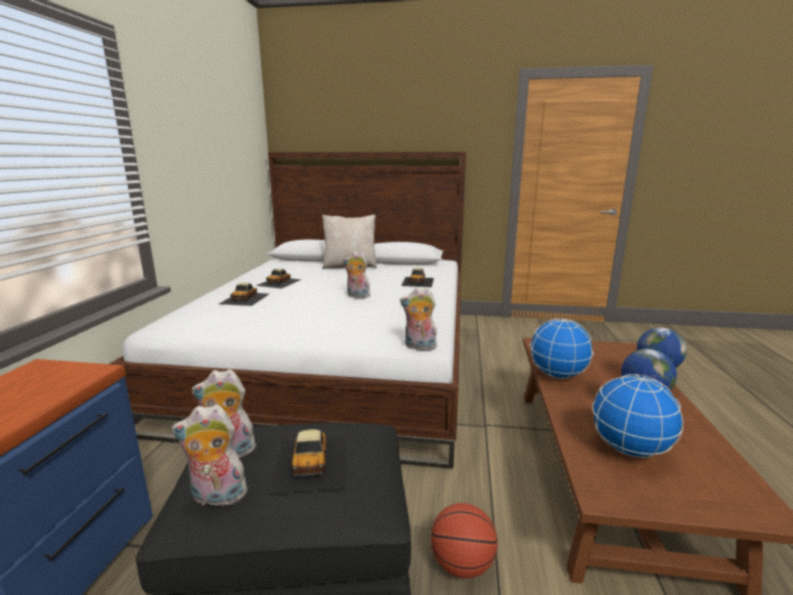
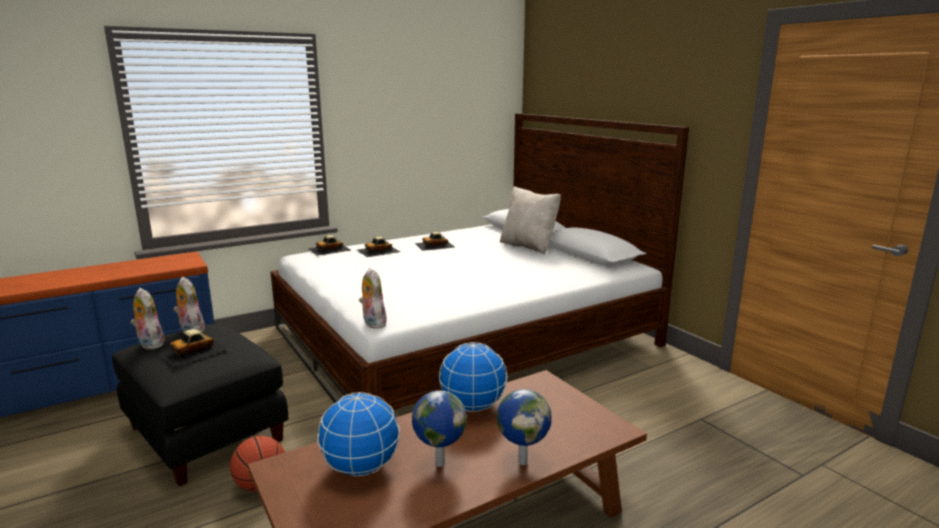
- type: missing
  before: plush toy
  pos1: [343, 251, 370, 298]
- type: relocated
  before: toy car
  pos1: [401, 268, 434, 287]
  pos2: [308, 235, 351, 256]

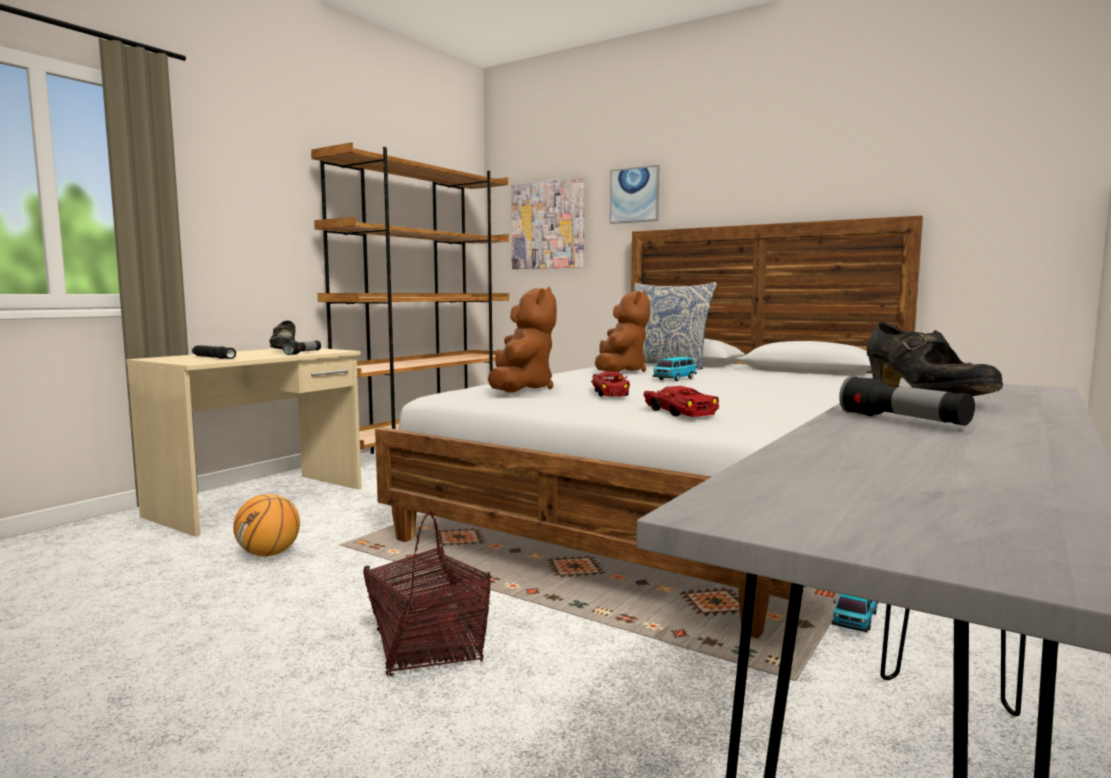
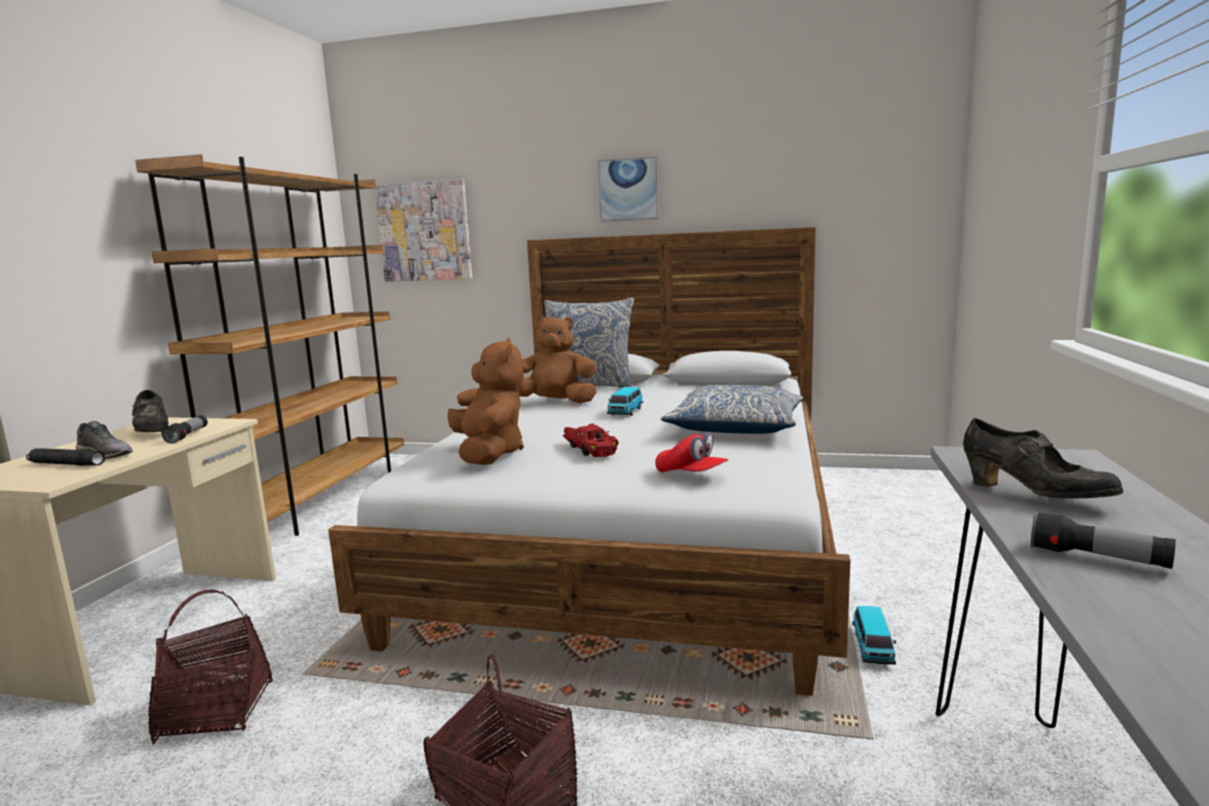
- type: relocated
  before: picture
  pos1: [610, 165, 660, 224]
  pos2: [598, 156, 659, 222]
- type: spun
  before: plush toy (brown)
  pos1: [595, 290, 650, 372]
  pos2: [518, 315, 597, 403]
  turn: -75
- type: exchanged
  before: toy car (red)
  after: cap (red)
  pos1: [643, 386, 719, 417]
  pos2: [655, 432, 728, 473]
- type: exchanged
  before: basketball
  after: basket
  pos1: [233, 494, 300, 557]
  pos2: [148, 590, 273, 744]
- type: appeared
  after: pillow
  pos2: [661, 385, 804, 434]
- type: appeared
  after: shoe (grey)
  pos2: [76, 421, 133, 459]

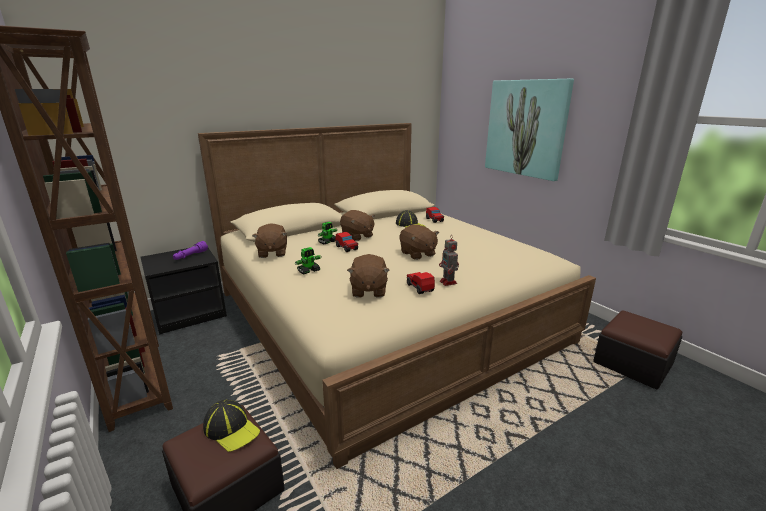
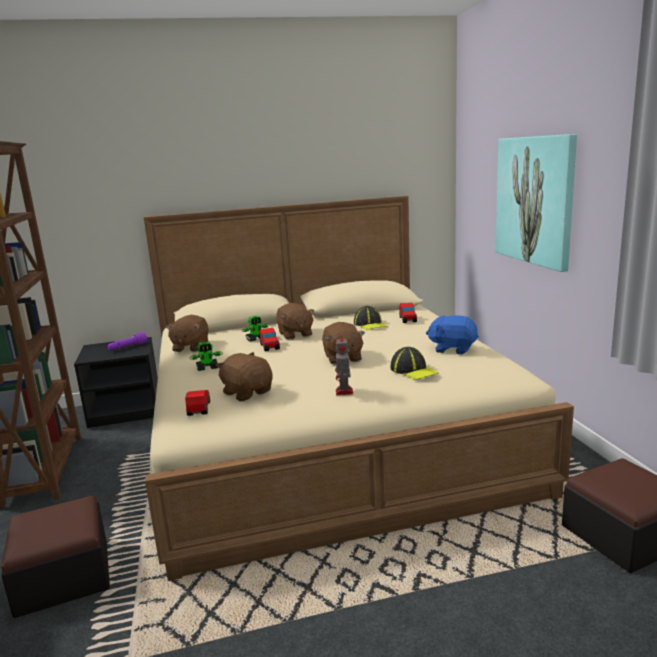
- type: spun
  before: plush toy (brown)
  pos1: [347, 254, 390, 298]
  pos2: [216, 352, 273, 402]
  turn: 120
- type: relocated
  before: toy car
  pos1: [407, 272, 435, 294]
  pos2: [185, 390, 210, 416]
- type: relocated
  before: cap
  pos1: [203, 399, 260, 452]
  pos2: [390, 347, 439, 380]
- type: appeared
  after: plush toy (blue)
  pos2: [426, 315, 479, 354]

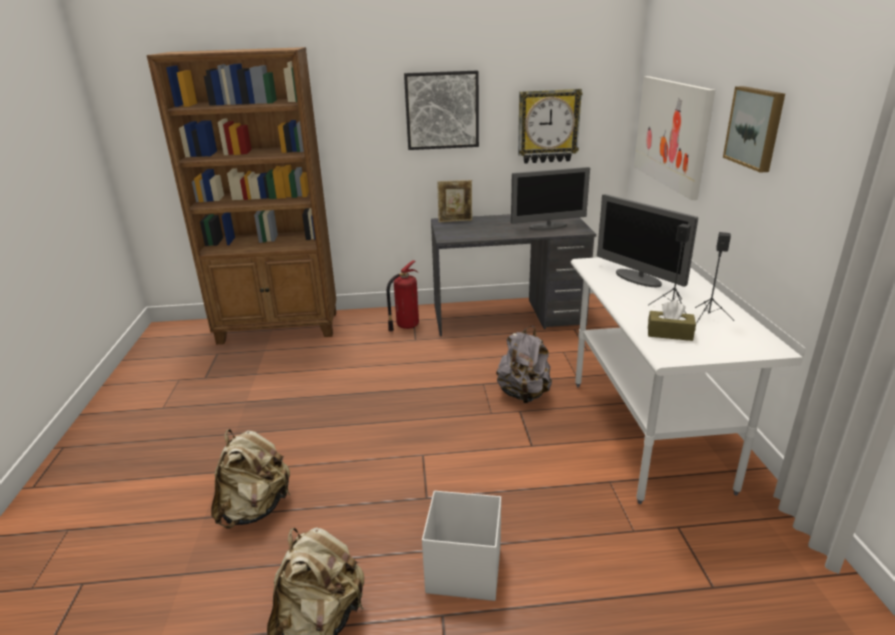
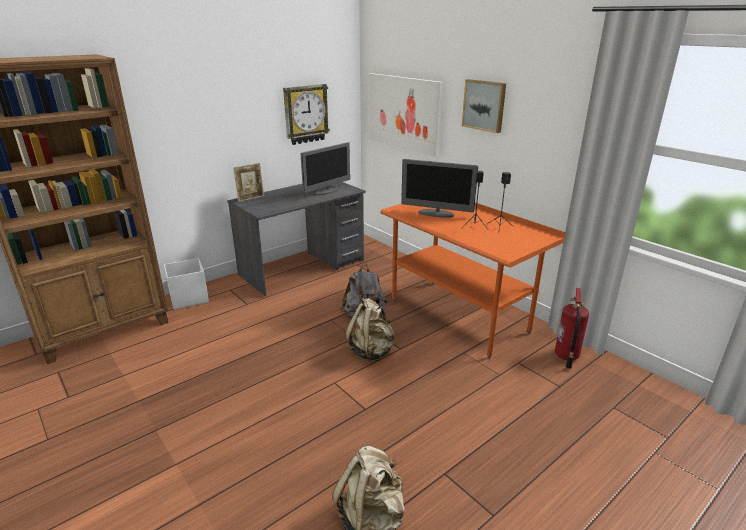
- type: missing
  before: picture
  pos1: [404, 70, 479, 150]
- type: colour
  before: desk (white)
  after: desk (orange)
  pos1: [571, 257, 806, 504]
  pos2: [380, 203, 565, 359]
- type: relocated
  before: fire extinguisher
  pos1: [387, 260, 419, 332]
  pos2: [555, 288, 589, 369]
- type: missing
  before: tissue box (brown)
  pos1: [648, 300, 696, 341]
- type: relocated
  before: backpack (beige)
  pos1: [211, 429, 291, 529]
  pos2: [345, 298, 394, 361]
- type: relocated
  before: storage box (white)
  pos1: [422, 491, 501, 601]
  pos2: [164, 258, 209, 310]

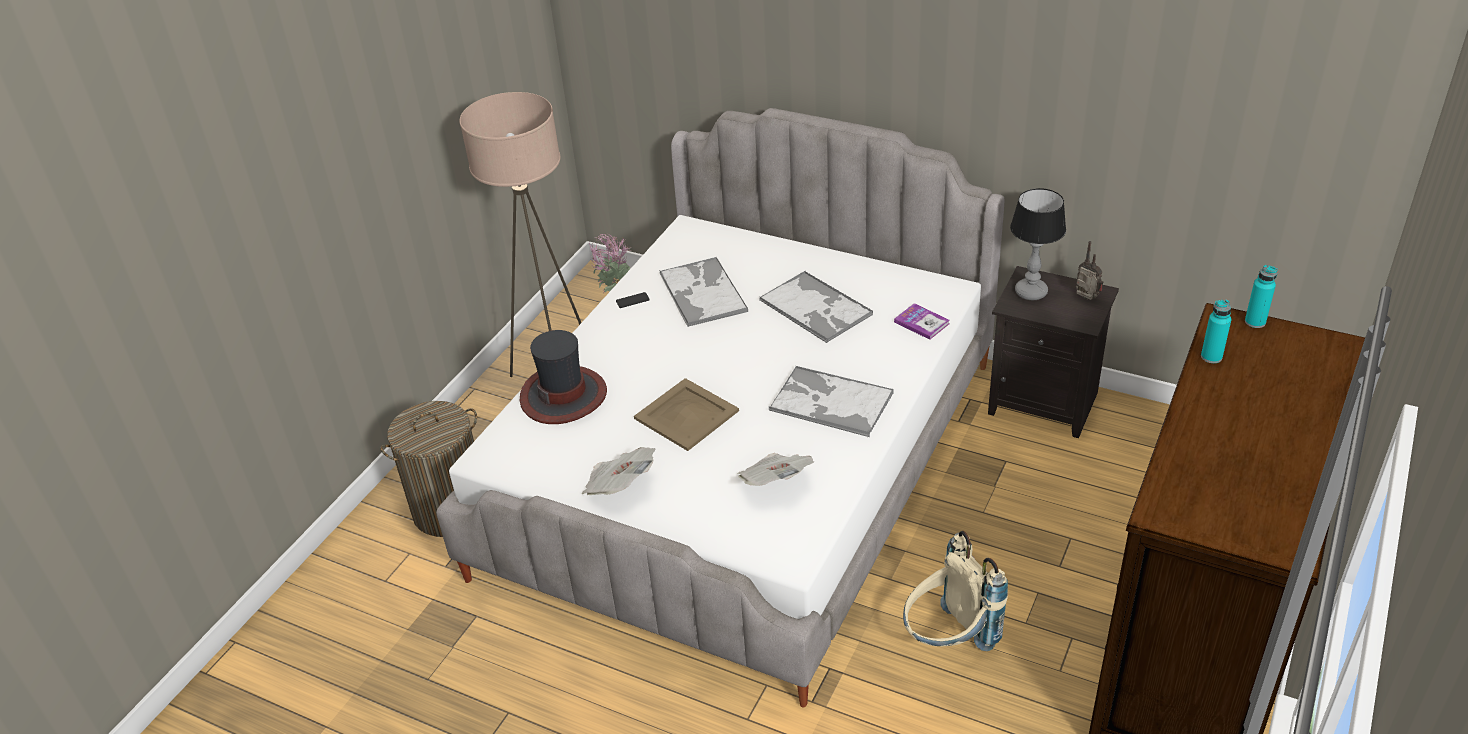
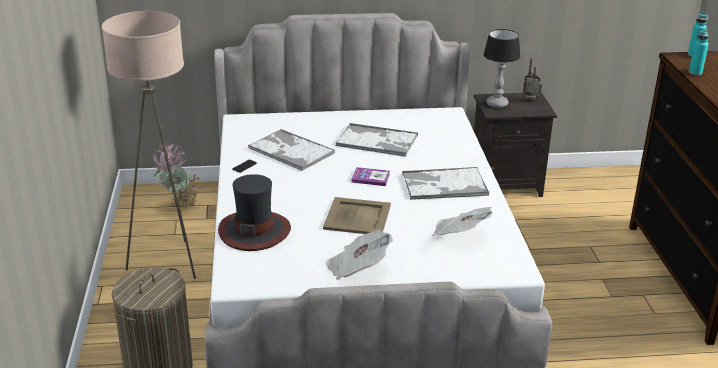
- type: relocated
  before: book
  pos1: [894, 303, 950, 340]
  pos2: [351, 167, 390, 186]
- type: missing
  before: backpack (beige)
  pos1: [903, 531, 1008, 651]

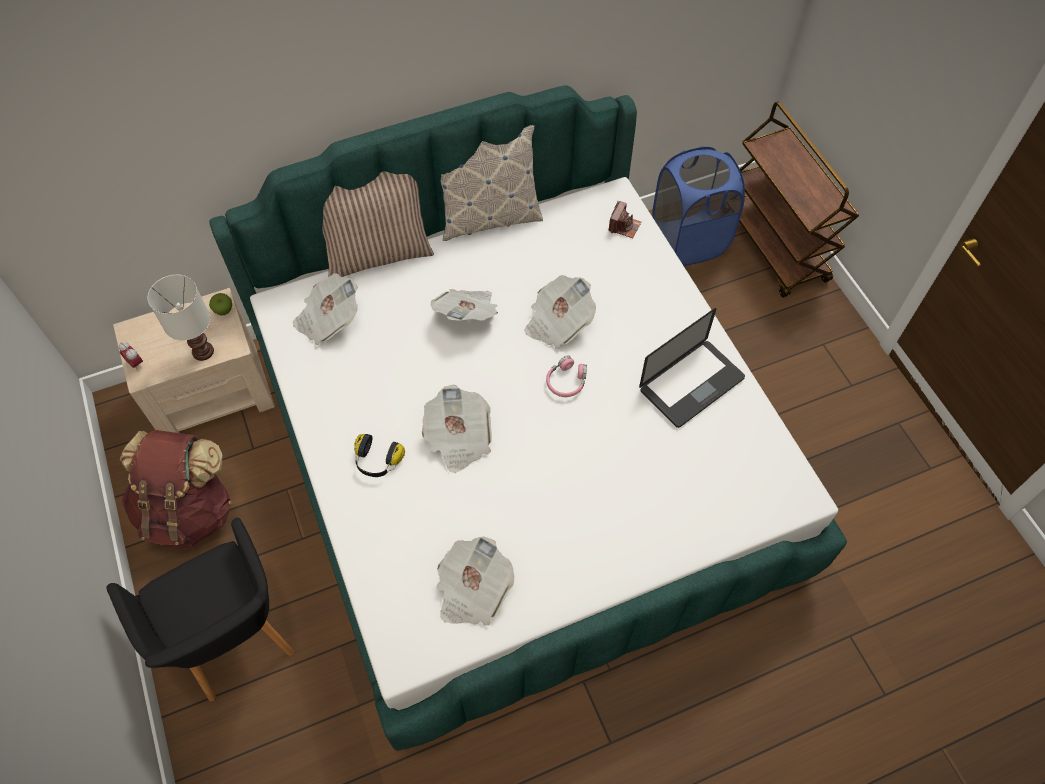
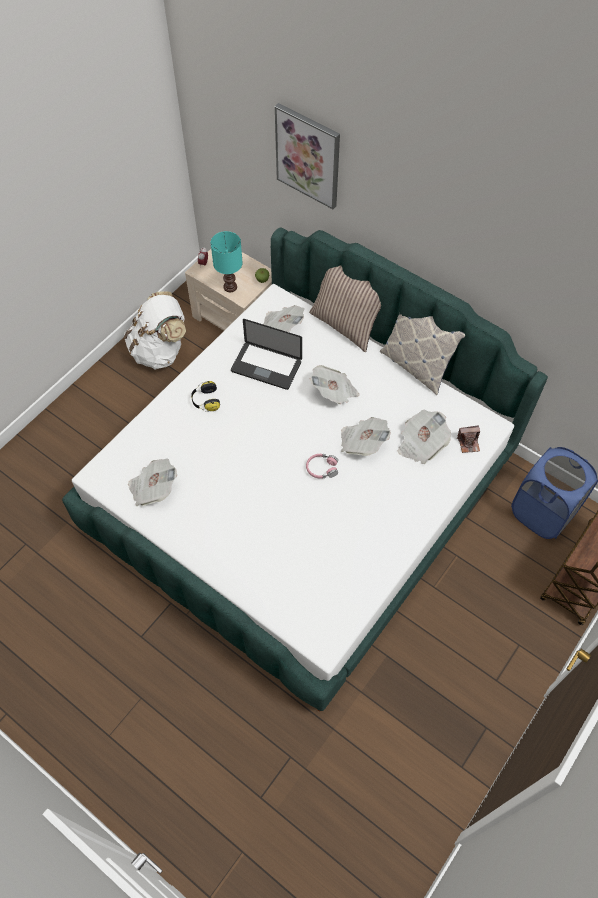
- type: colour
  before: table lamp (white)
  after: table lamp (turquoise)
  pos1: [148, 275, 214, 361]
  pos2: [211, 231, 243, 292]
- type: relocated
  before: laptop
  pos1: [639, 308, 745, 428]
  pos2: [231, 319, 302, 390]
- type: relocated
  before: newspaper
  pos1: [421, 385, 492, 473]
  pos2: [398, 410, 451, 464]
- type: colour
  before: backpack (brown)
  after: backpack (white)
  pos1: [120, 430, 232, 548]
  pos2: [124, 291, 186, 370]
- type: missing
  before: armchair (black)
  pos1: [106, 518, 294, 702]
- type: appeared
  after: picture
  pos2: [275, 103, 340, 209]

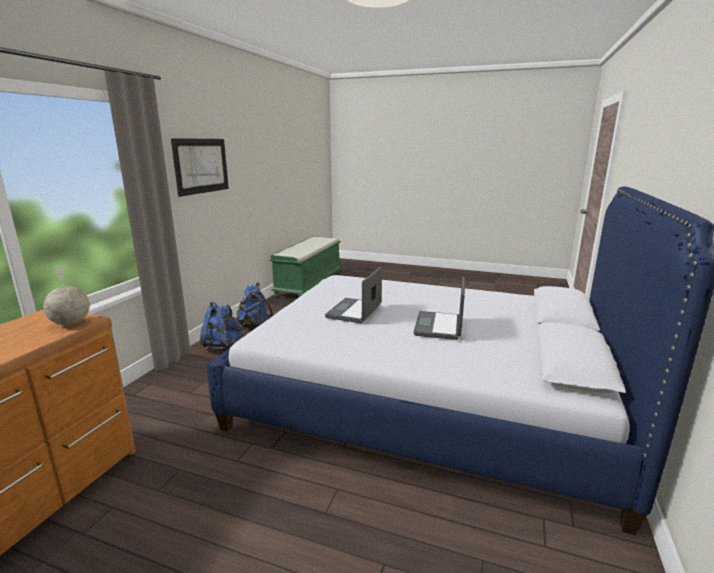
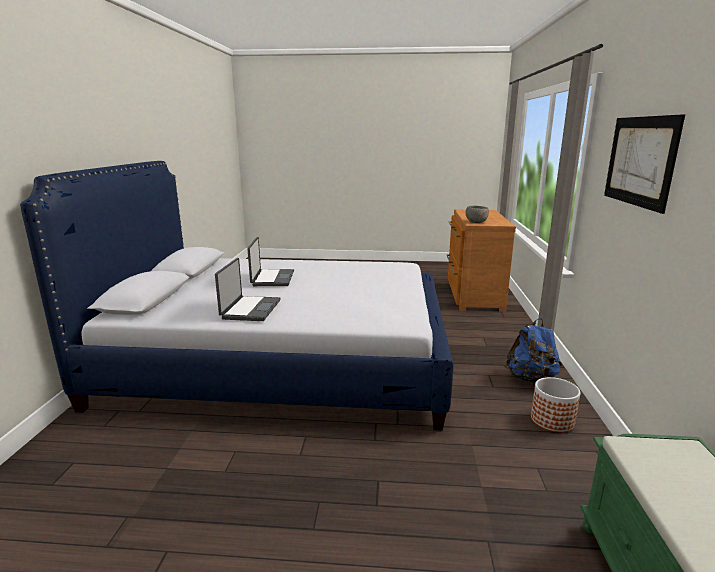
- type: exchanged
  before: globe
  after: bowl (grey)
  pos1: [43, 266, 90, 325]
  pos2: [466, 206, 489, 223]
- type: relocated
  before: laptop
  pos1: [325, 267, 382, 323]
  pos2: [215, 258, 281, 321]
- type: exchanged
  before: backpack (blue)
  after: planter
  pos1: [237, 283, 273, 328]
  pos2: [531, 377, 581, 433]

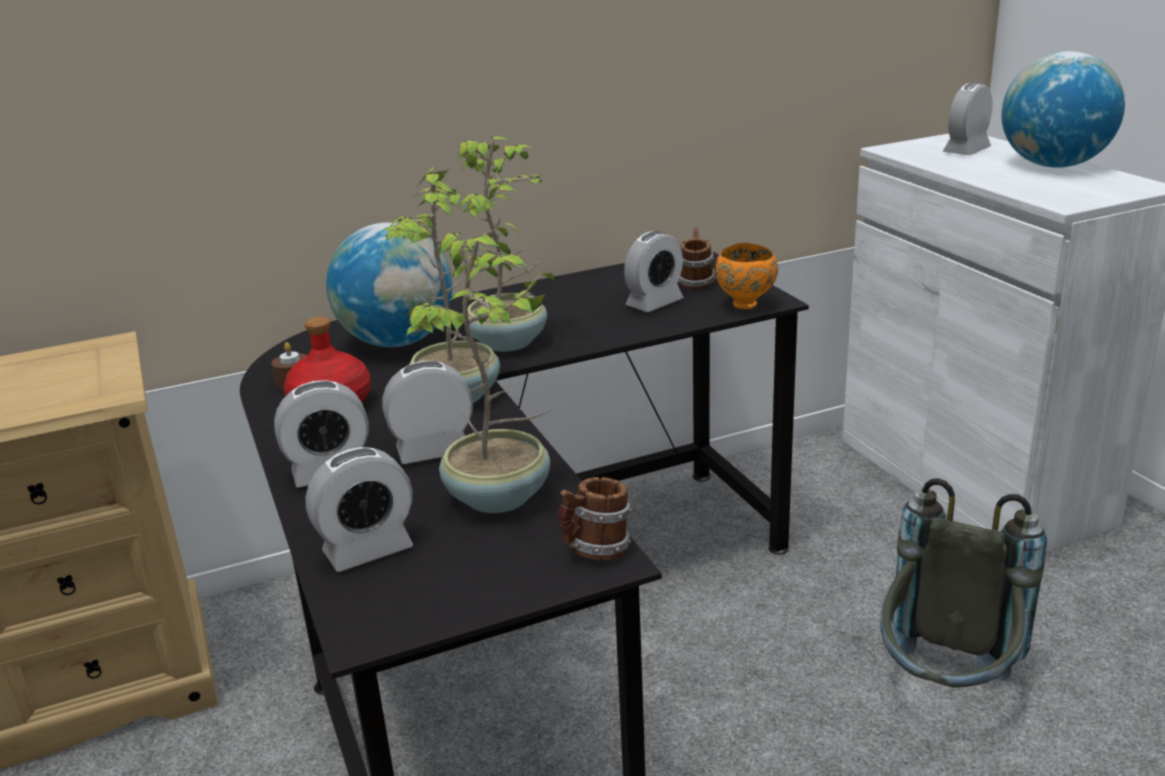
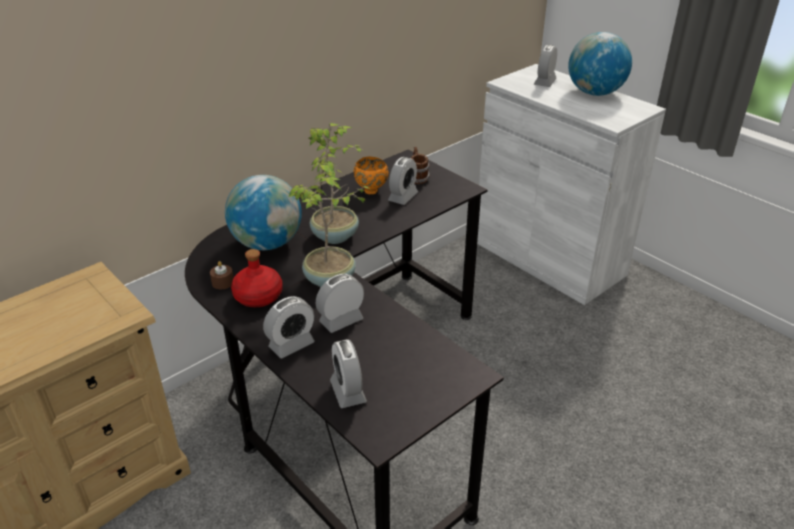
- type: missing
  before: potted plant
  pos1: [406, 232, 555, 513]
- type: relocated
  before: bowl (orange)
  pos1: [715, 243, 778, 309]
  pos2: [354, 156, 389, 194]
- type: spun
  before: alarm clock
  pos1: [305, 447, 413, 572]
  pos2: [330, 339, 367, 408]
  turn: 120
- type: missing
  before: mug
  pos1: [558, 477, 632, 560]
- type: missing
  before: backpack (grey)
  pos1: [880, 478, 1047, 688]

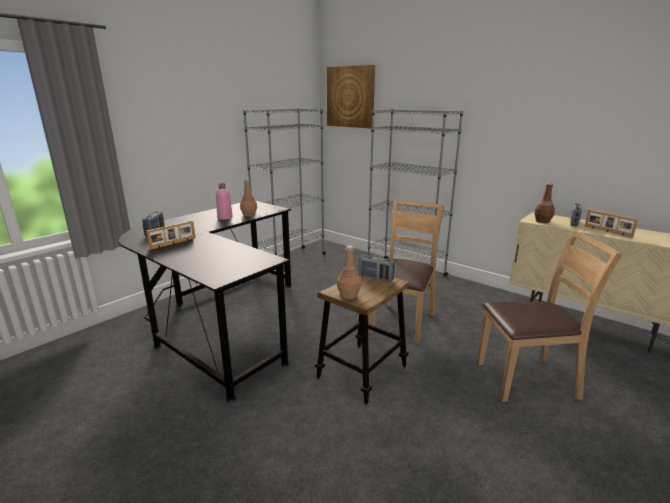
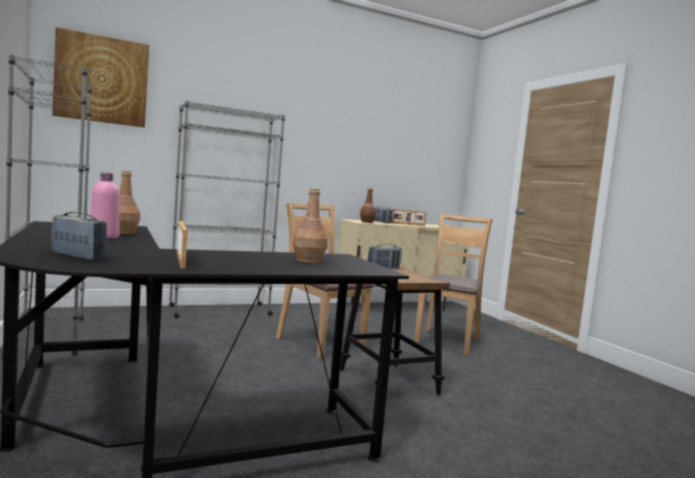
- type: relocated
  before: bottle (brown)
  pos1: [337, 246, 361, 299]
  pos2: [293, 188, 328, 263]

